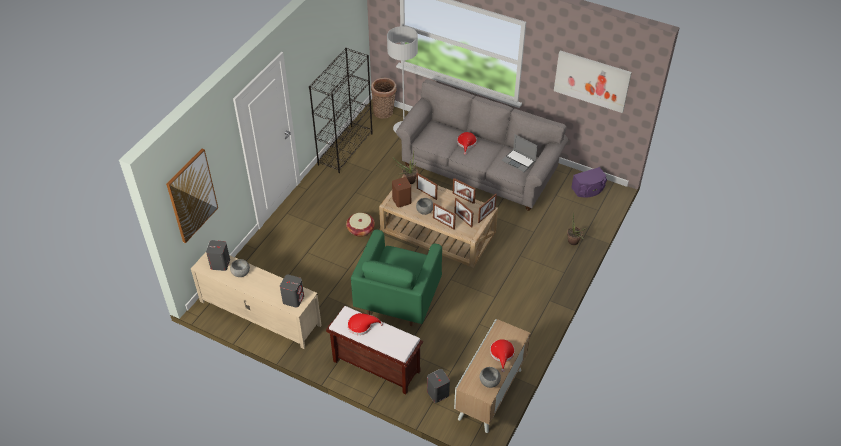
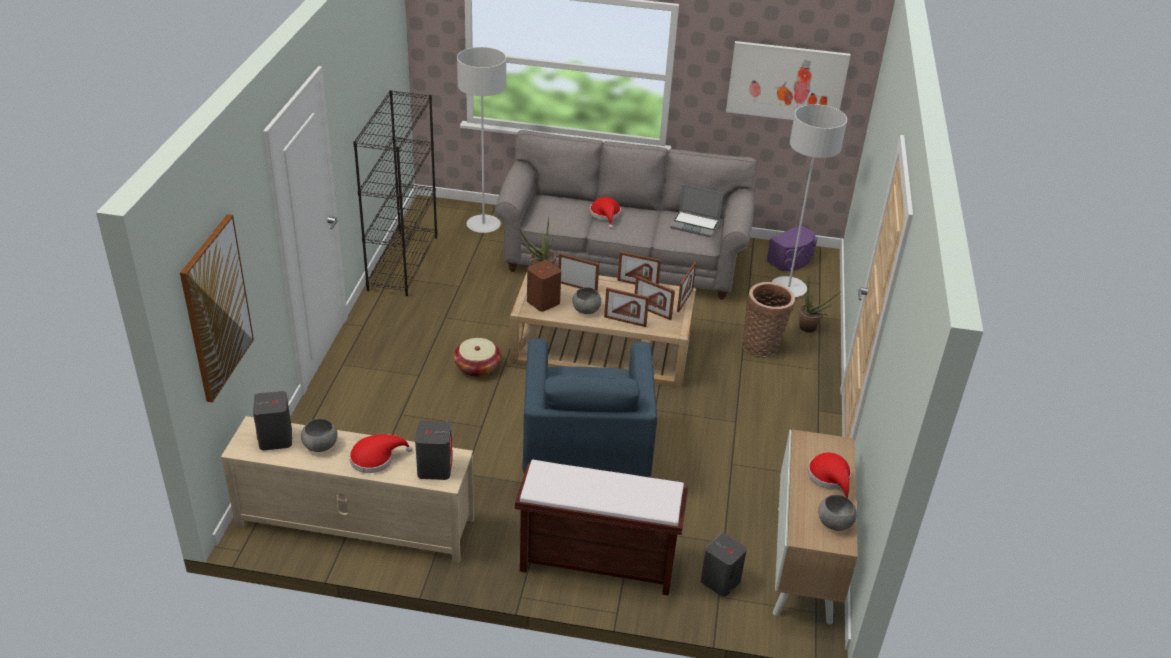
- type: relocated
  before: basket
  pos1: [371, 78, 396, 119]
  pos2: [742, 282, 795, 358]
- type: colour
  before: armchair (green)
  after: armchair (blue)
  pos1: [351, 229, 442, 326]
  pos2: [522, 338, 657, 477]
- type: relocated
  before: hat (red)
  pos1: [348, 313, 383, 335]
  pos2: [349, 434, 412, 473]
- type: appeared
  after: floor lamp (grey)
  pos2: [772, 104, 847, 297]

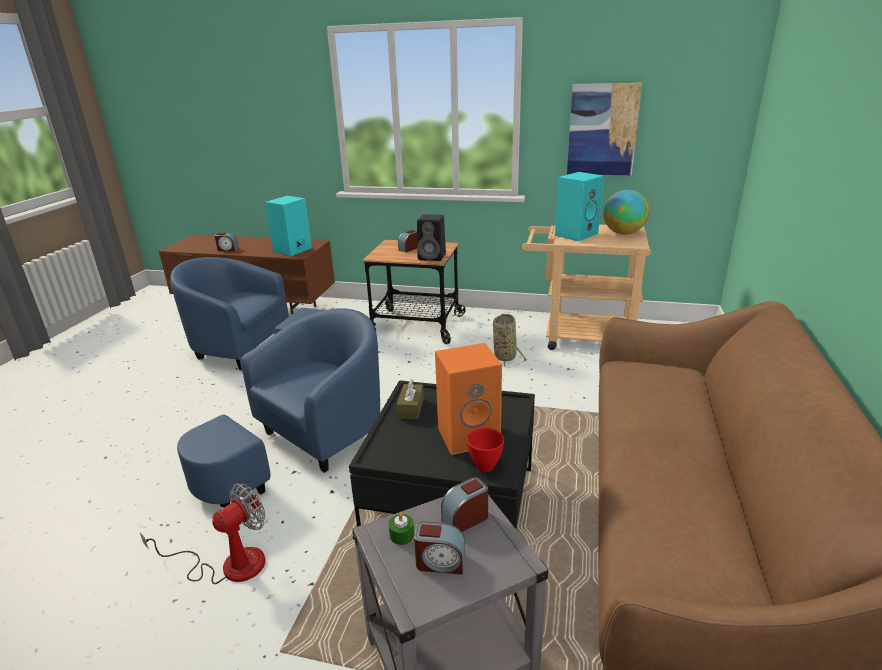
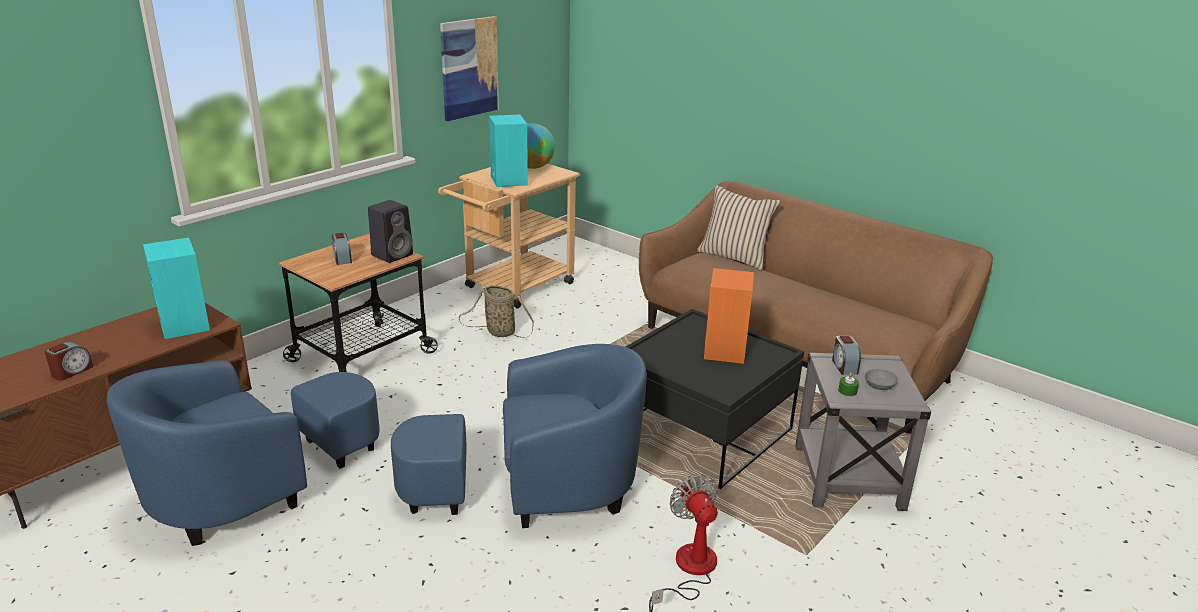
- type: spun
  before: armchair (blue)
  pos1: [177, 308, 380, 507]
  pos2: [391, 344, 647, 528]
  turn: 105
- type: missing
  before: tissue box (brown)
  pos1: [397, 379, 424, 420]
- type: missing
  before: bowl (red)
  pos1: [467, 428, 504, 472]
- type: exchanged
  before: alarm clock
  after: bowl (grey)
  pos1: [414, 521, 465, 575]
  pos2: [865, 369, 898, 390]
- type: appeared
  after: pillow (beige)
  pos2: [697, 185, 781, 271]

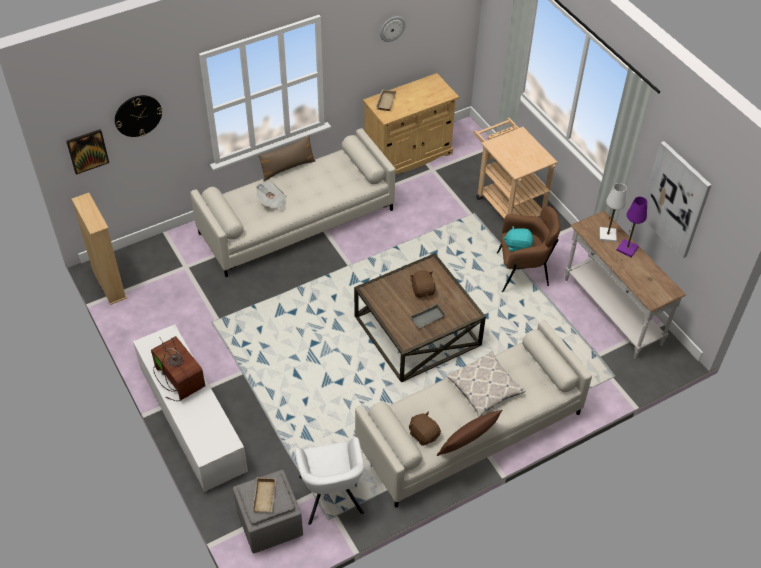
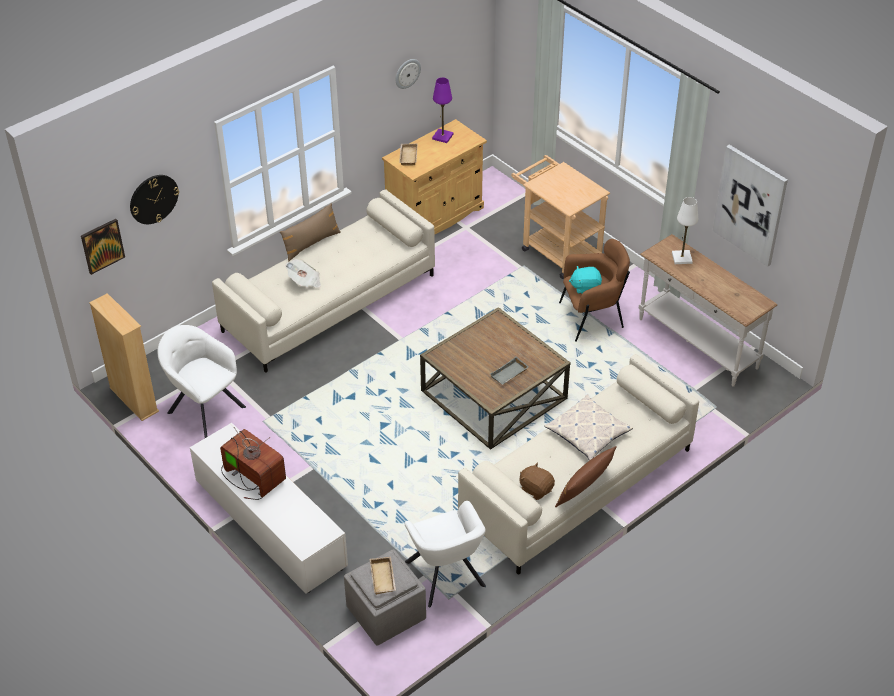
- type: relocated
  before: table lamp (purple)
  pos1: [616, 197, 647, 257]
  pos2: [432, 77, 453, 143]
- type: missing
  before: plush toy (brown)
  pos1: [410, 270, 436, 298]
- type: appeared
  after: armchair (white)
  pos2: [157, 325, 246, 438]

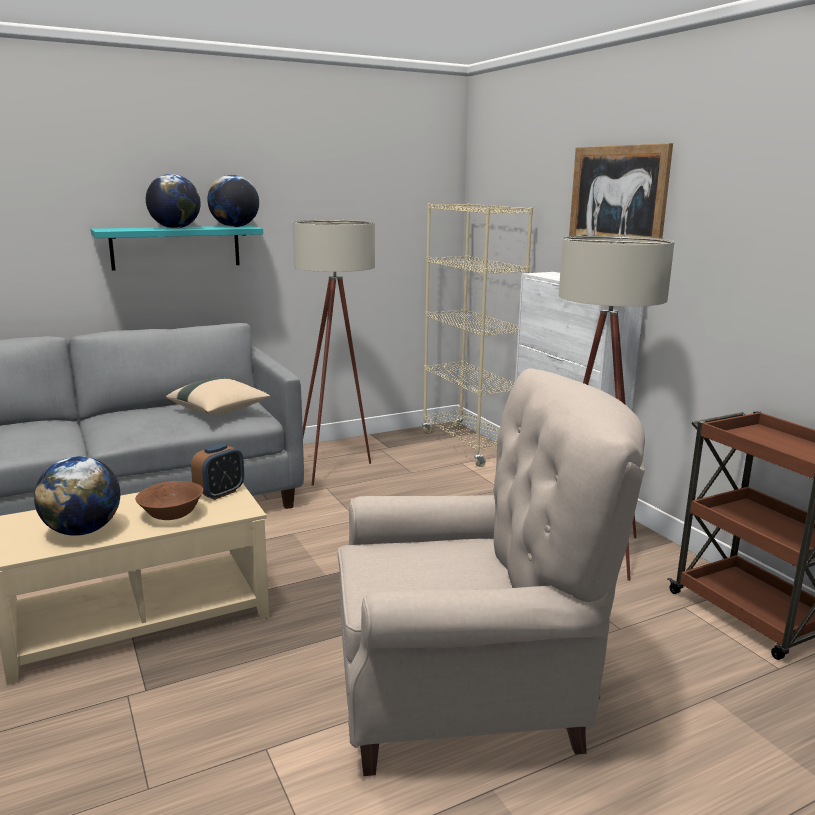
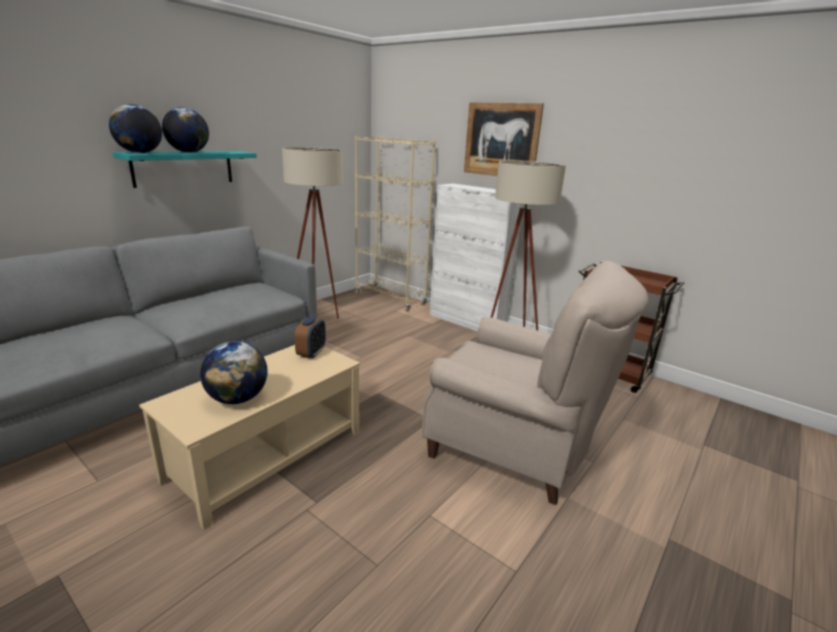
- type: relocated
  before: globe
  pos1: [207, 175, 259, 227]
  pos2: [109, 104, 162, 153]
- type: spun
  before: armchair (beige)
  pos1: [338, 368, 645, 776]
  pos2: [422, 261, 648, 505]
  turn: 60
- type: missing
  before: pillow (beige)
  pos1: [166, 378, 270, 415]
- type: missing
  before: bowl (brown)
  pos1: [135, 481, 203, 520]

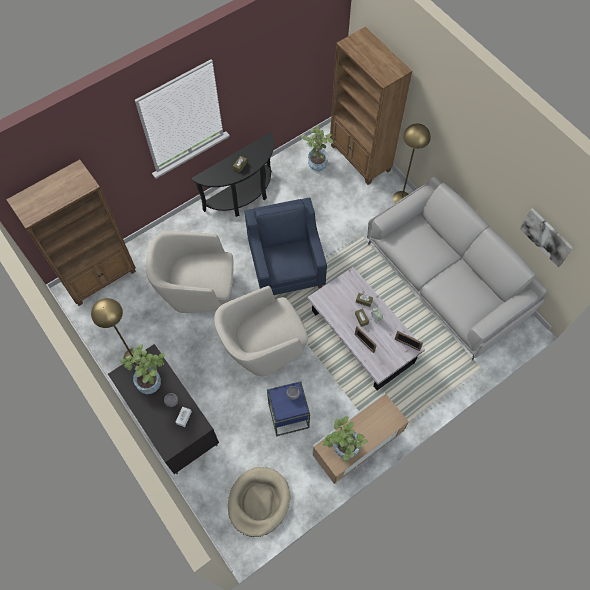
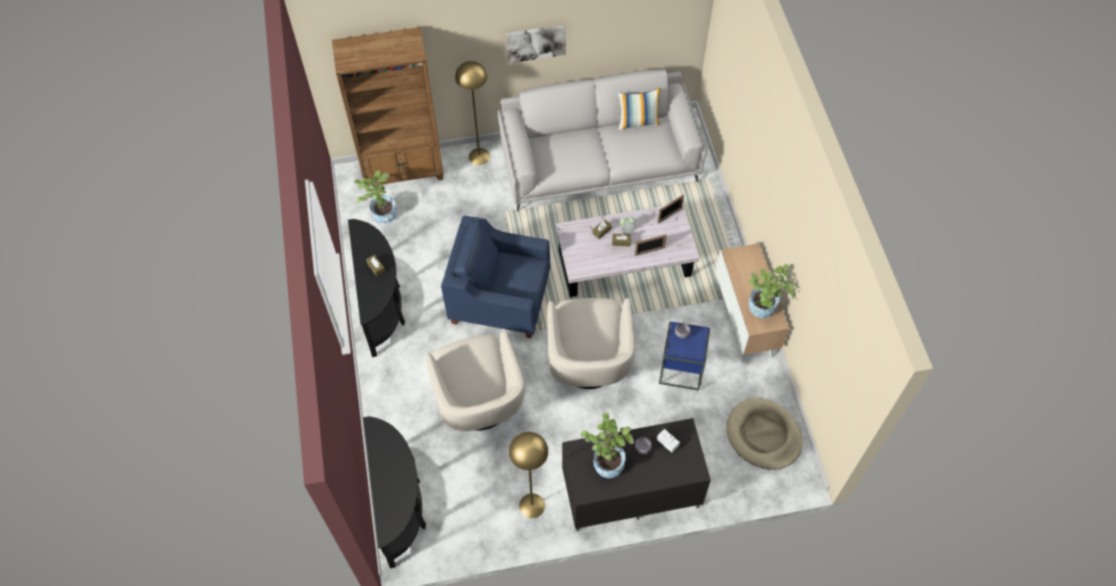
- type: exchanged
  before: bookcase (brown)
  after: console table (black)
  pos1: [6, 160, 136, 306]
  pos2: [363, 416, 426, 568]
- type: relocated
  before: picture
  pos1: [520, 208, 574, 267]
  pos2: [506, 24, 566, 63]
- type: spun
  before: armchair (beige)
  pos1: [146, 231, 234, 313]
  pos2: [426, 330, 525, 431]
  turn: -45
- type: appeared
  after: pillow
  pos2: [618, 88, 661, 130]

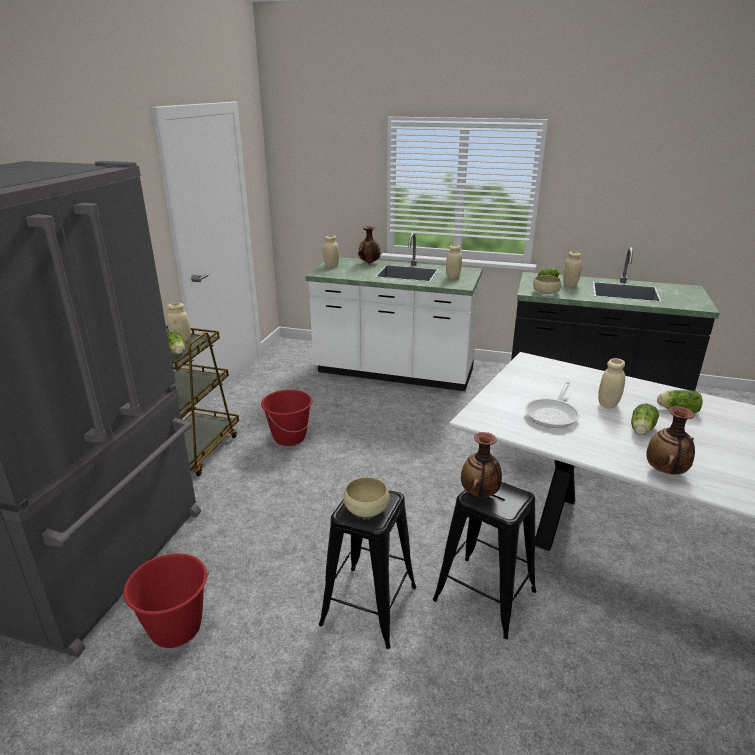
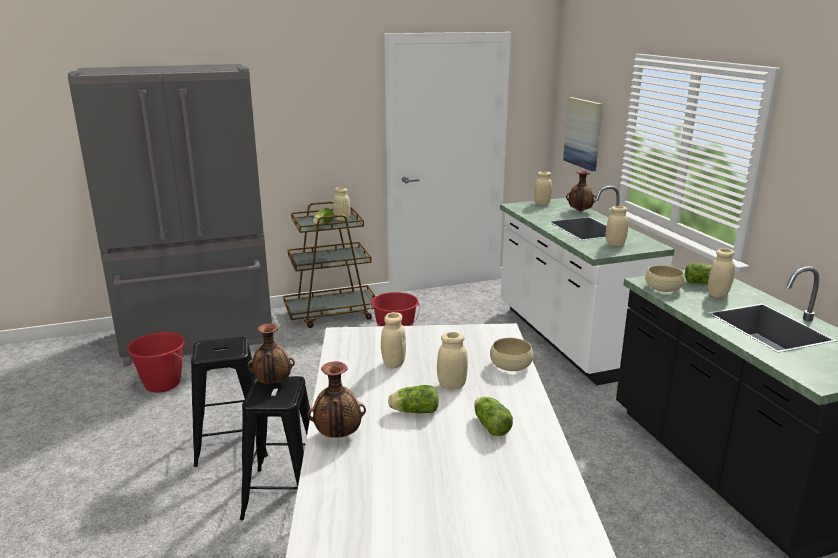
- type: exchanged
  before: frying pan
  after: jar (beige)
  pos1: [525, 381, 580, 428]
  pos2: [381, 312, 406, 369]
- type: relocated
  before: bowl (beige)
  pos1: [343, 477, 390, 517]
  pos2: [490, 338, 533, 371]
- type: appeared
  after: picture
  pos2: [563, 97, 602, 171]

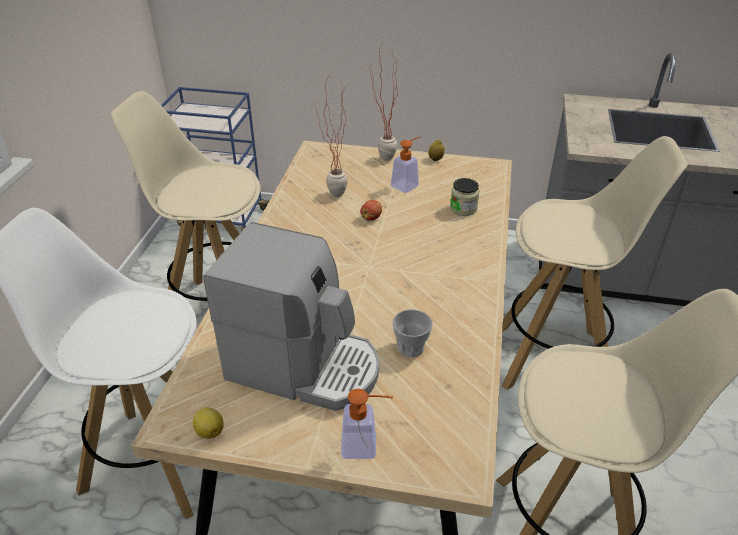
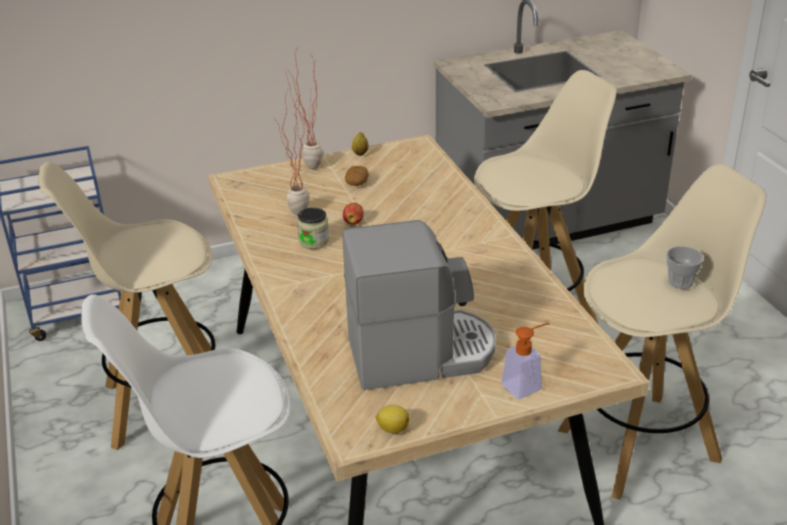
- type: exchanged
  before: soap dispenser
  after: potato
  pos1: [391, 137, 420, 193]
  pos2: [345, 166, 369, 186]
- type: relocated
  before: jar
  pos1: [450, 178, 479, 216]
  pos2: [297, 208, 329, 249]
- type: relocated
  before: cup
  pos1: [392, 309, 433, 357]
  pos2: [666, 246, 704, 289]

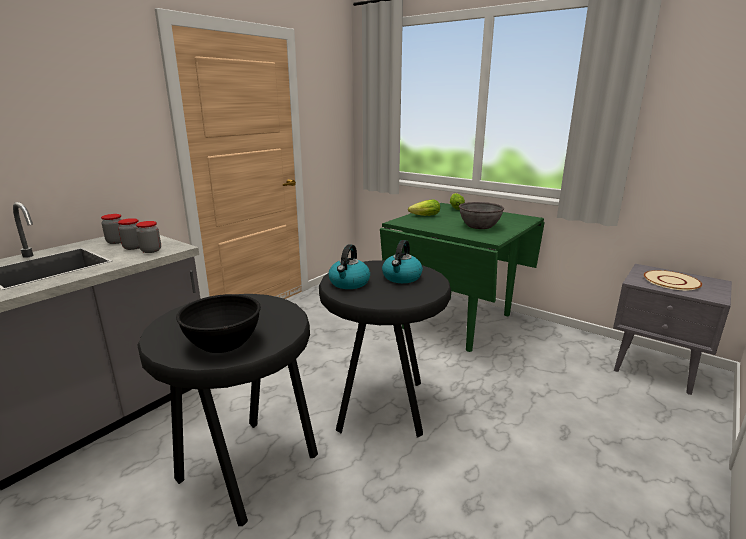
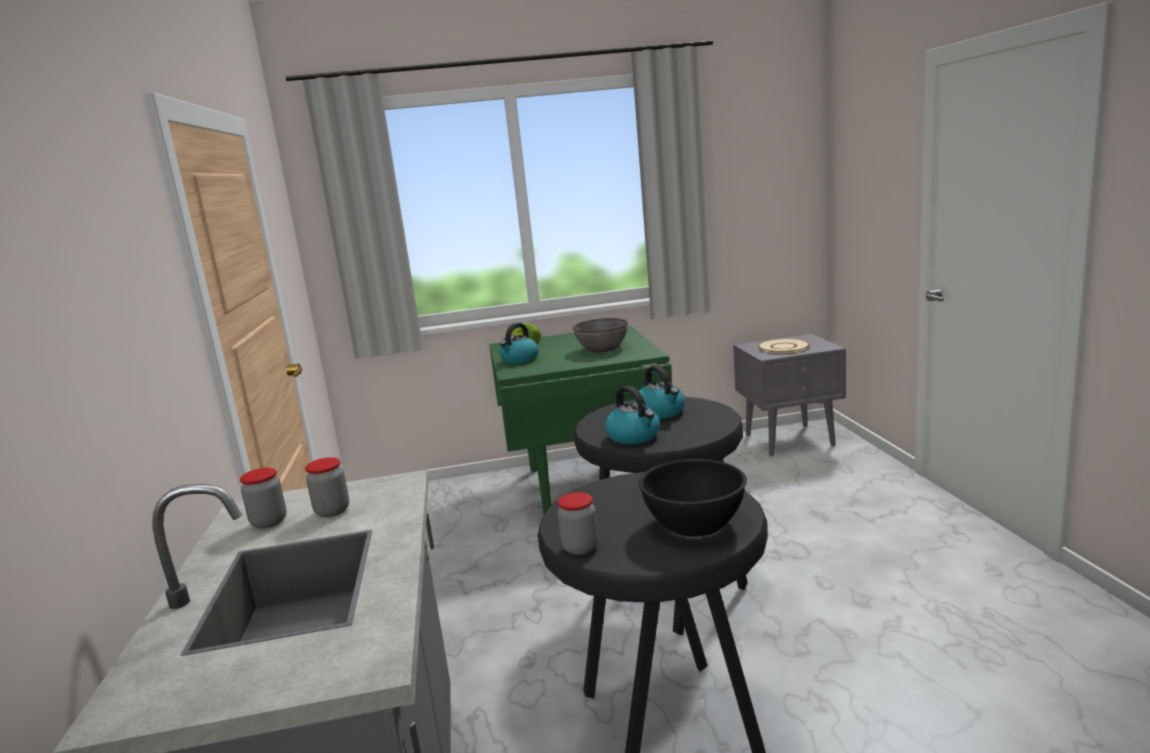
- type: exchanged
  before: lettuce
  after: kettle
  pos1: [408, 200, 440, 216]
  pos2: [499, 323, 538, 364]
- type: relocated
  before: jar
  pos1: [136, 221, 161, 253]
  pos2: [558, 492, 598, 555]

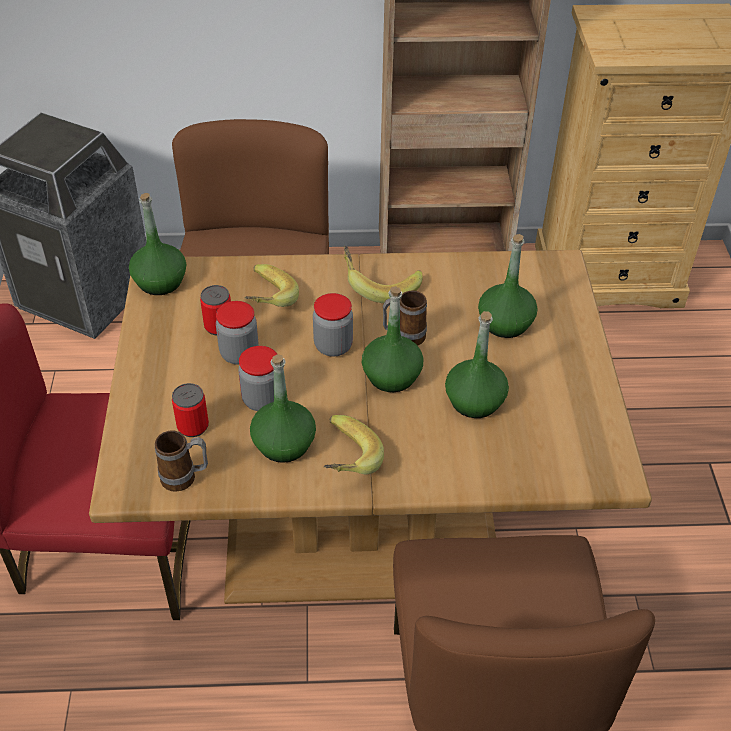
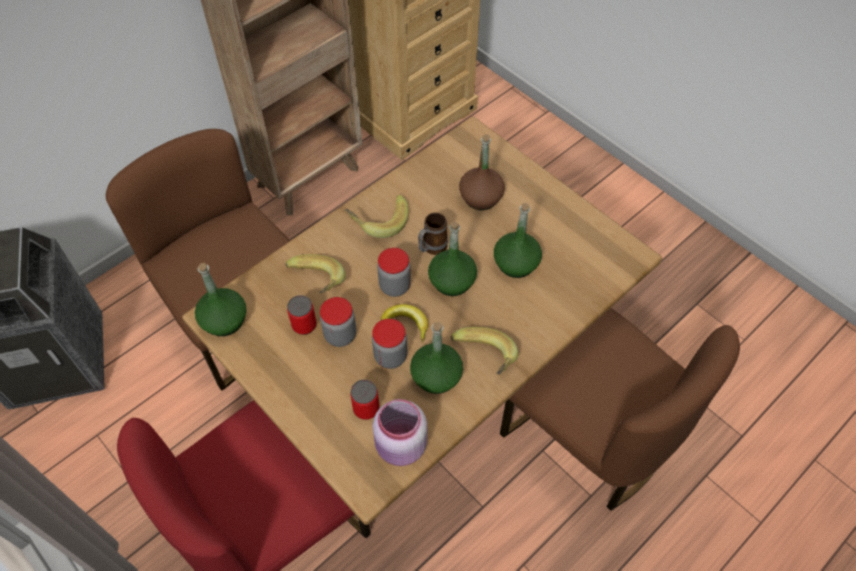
- type: colour
  before: bottle (green)
  after: bottle (brown)
  pos1: [478, 234, 538, 338]
  pos2: [459, 134, 505, 210]
- type: exchanged
  before: mug
  after: jar (pink)
  pos1: [155, 430, 208, 492]
  pos2: [372, 399, 427, 466]
- type: appeared
  after: banana
  pos2: [381, 304, 428, 342]

